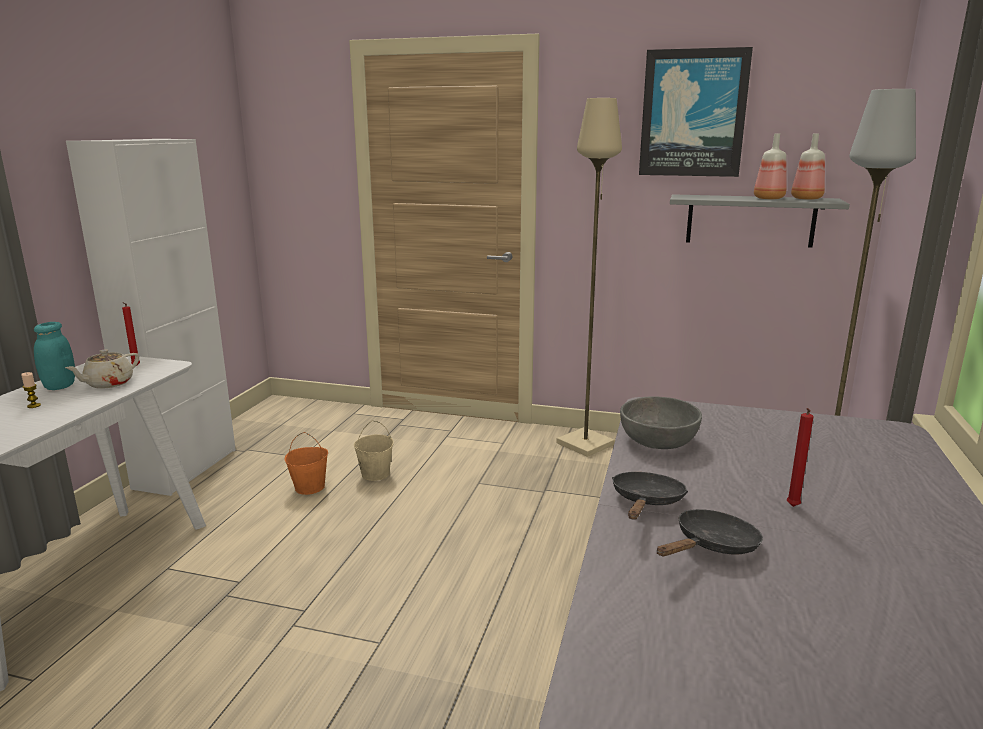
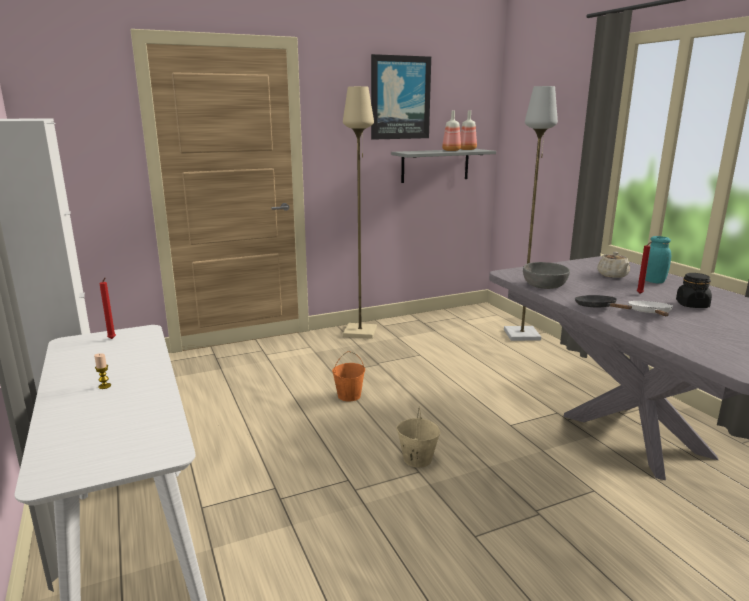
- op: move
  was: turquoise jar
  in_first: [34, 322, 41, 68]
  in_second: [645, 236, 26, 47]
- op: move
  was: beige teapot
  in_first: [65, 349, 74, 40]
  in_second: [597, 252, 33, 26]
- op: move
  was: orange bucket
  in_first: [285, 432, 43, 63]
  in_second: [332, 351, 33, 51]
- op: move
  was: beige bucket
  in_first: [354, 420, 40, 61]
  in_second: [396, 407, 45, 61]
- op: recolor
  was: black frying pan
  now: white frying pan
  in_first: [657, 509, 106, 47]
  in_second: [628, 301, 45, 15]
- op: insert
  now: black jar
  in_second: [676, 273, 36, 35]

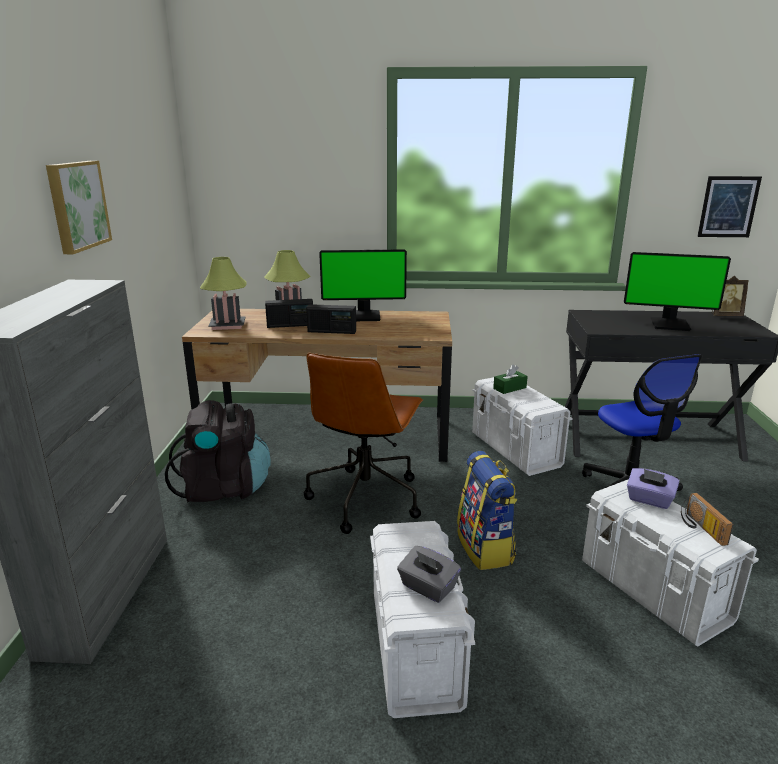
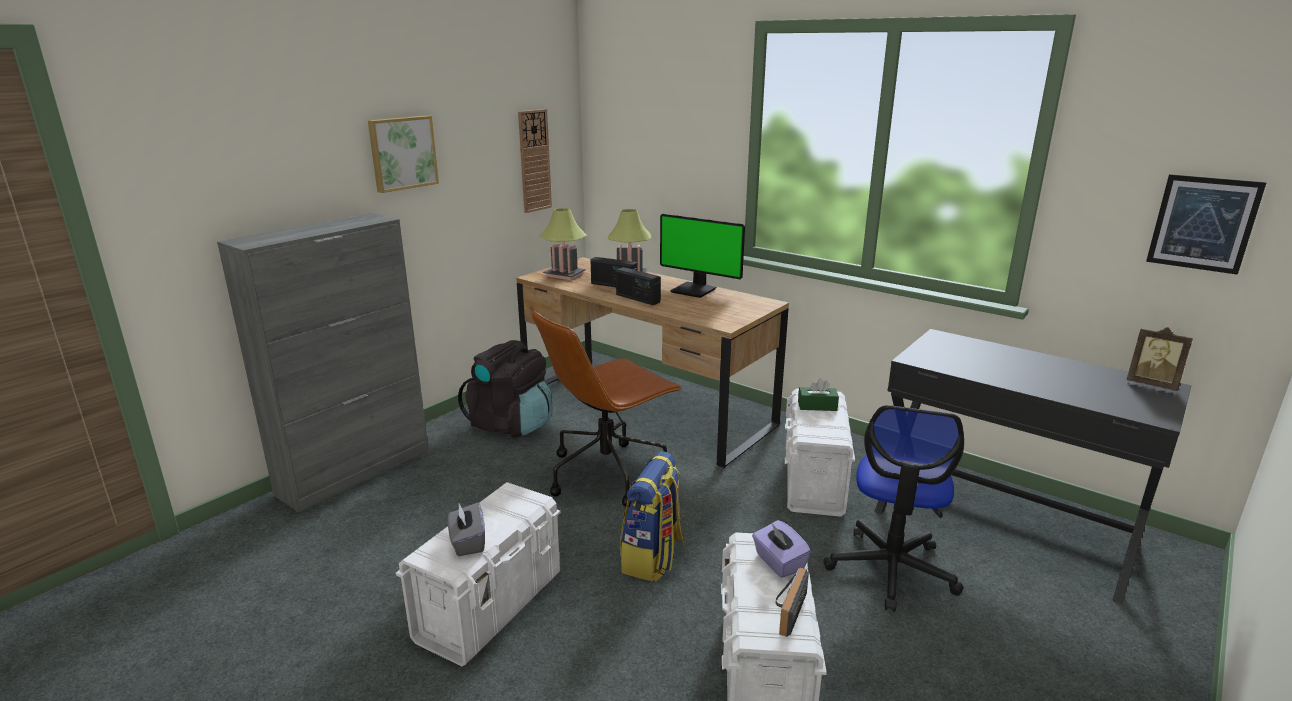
- op: delete
  was: monitor
  in_first: [624, 252, 107, 79]
- op: insert
  now: wall clock
  in_second: [518, 109, 34, 104]

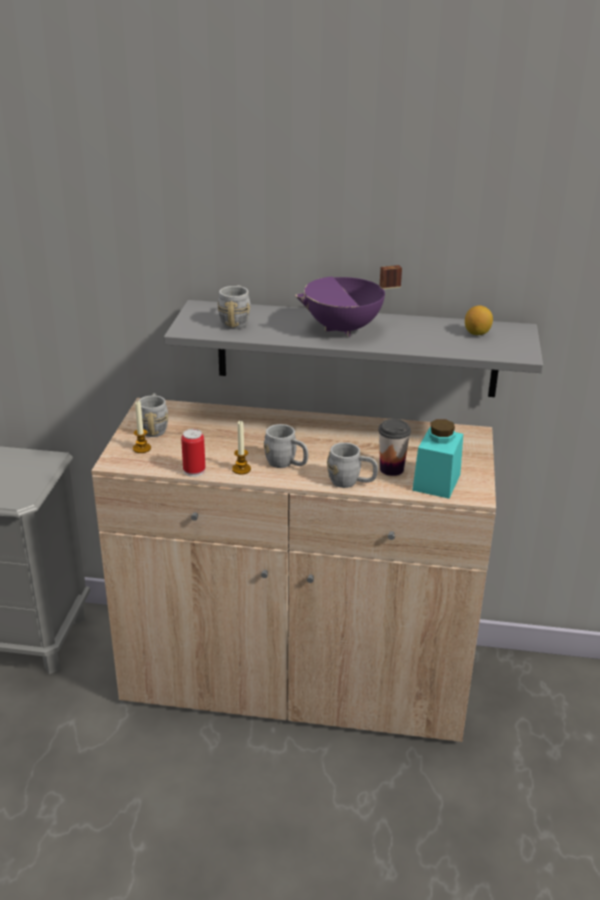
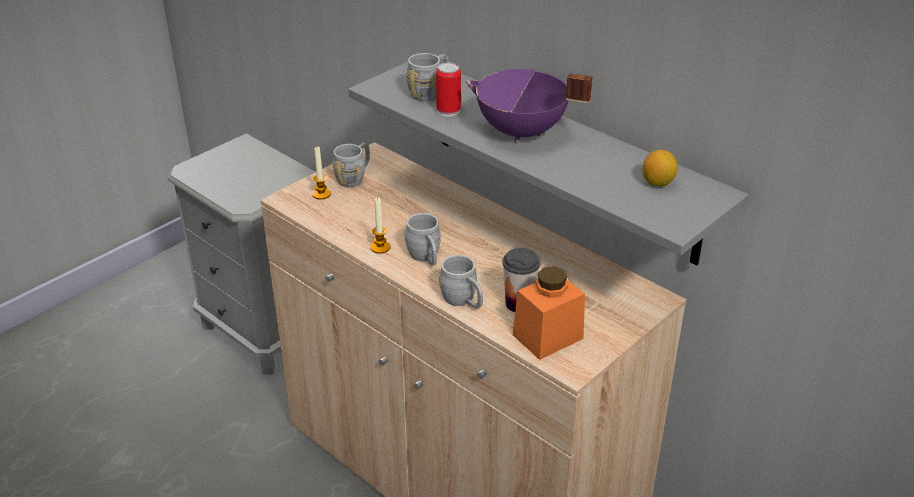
- op: move
  was: can
  in_first: [181, 429, 24, 48]
  in_second: [436, 63, 25, 54]
- op: recolor
  was: turquoise jar
  now: orange jar
  in_first: [412, 419, 51, 80]
  in_second: [513, 266, 72, 94]

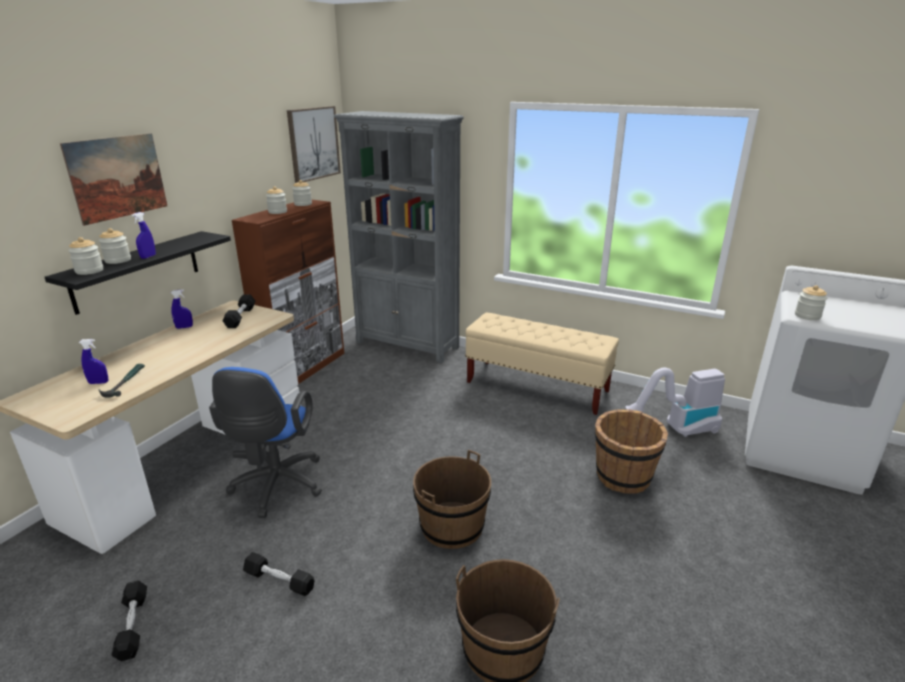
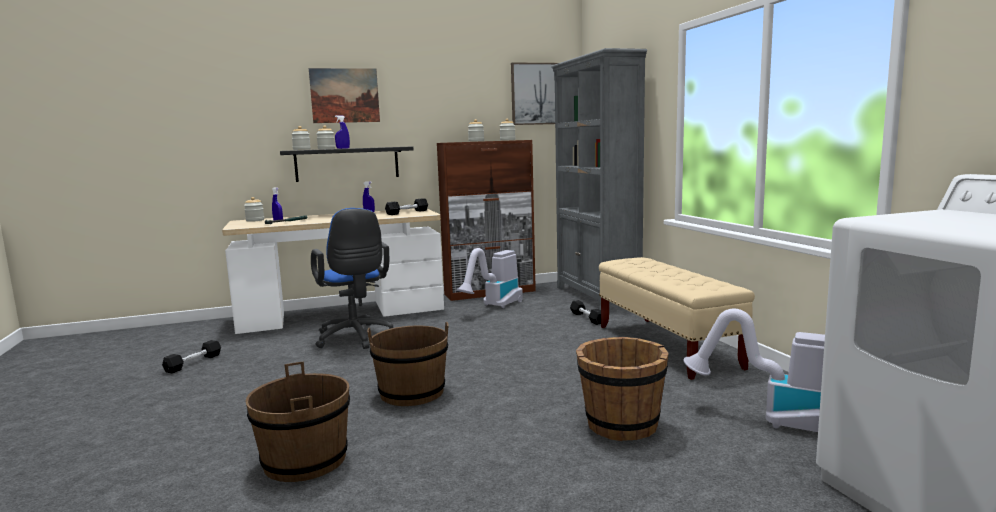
- op: rotate
  was: blue office chair
  in_first: [209, 367, 113, 151]
  in_second: [311, 208, 84, 141]
  clockwise: -75
- op: move
  was: black dumbbell
  in_first: [243, 552, 72, 44]
  in_second: [570, 300, 31, 25]
- op: move
  was: jar
  in_first: [795, 285, 32, 35]
  in_second: [244, 197, 20, 25]
- op: insert
  now: vacuum cleaner
  in_second: [456, 248, 67, 60]

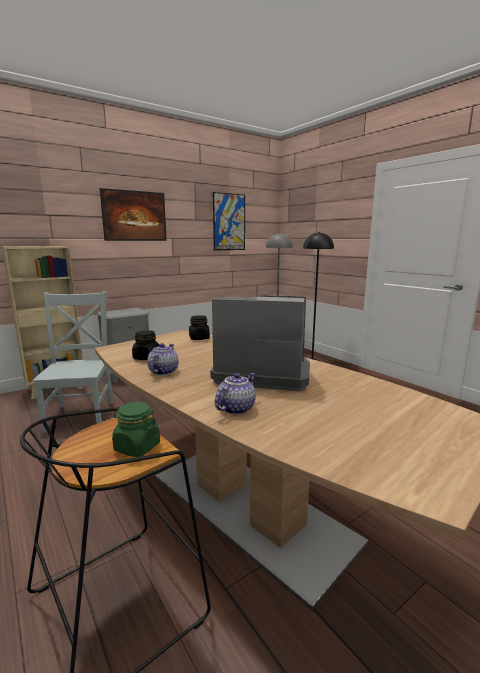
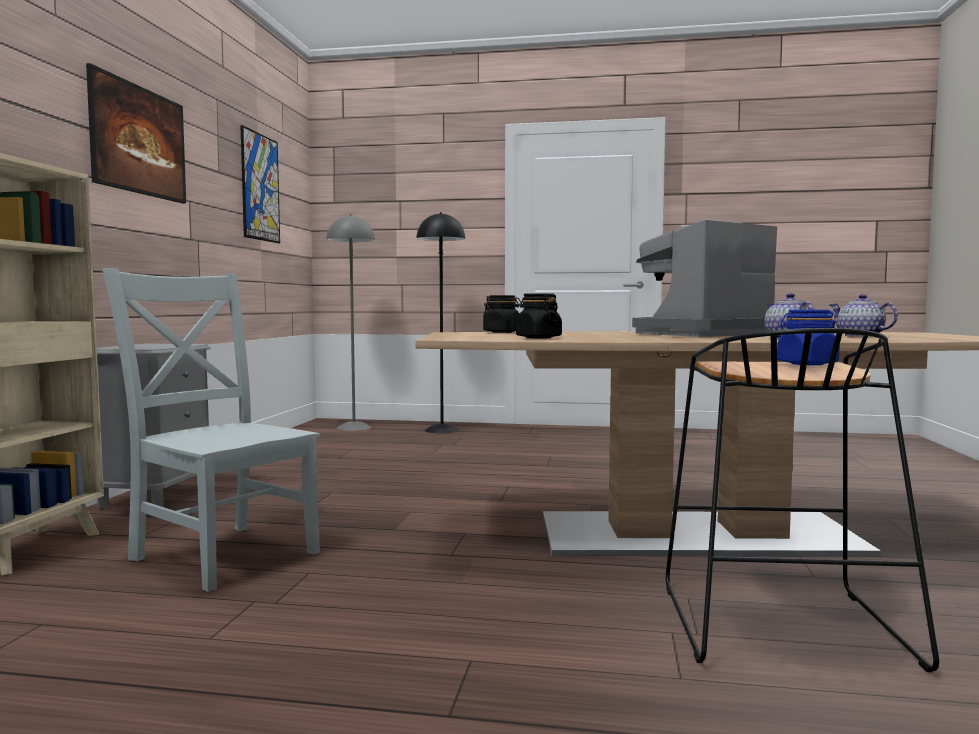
- op: recolor
  was: green jar
  now: blue jar
  in_first: [112, 402, 48, 55]
  in_second: [777, 309, 63, 56]
- op: move
  was: teapot
  in_first: [147, 343, 31, 32]
  in_second: [830, 294, 68, 43]

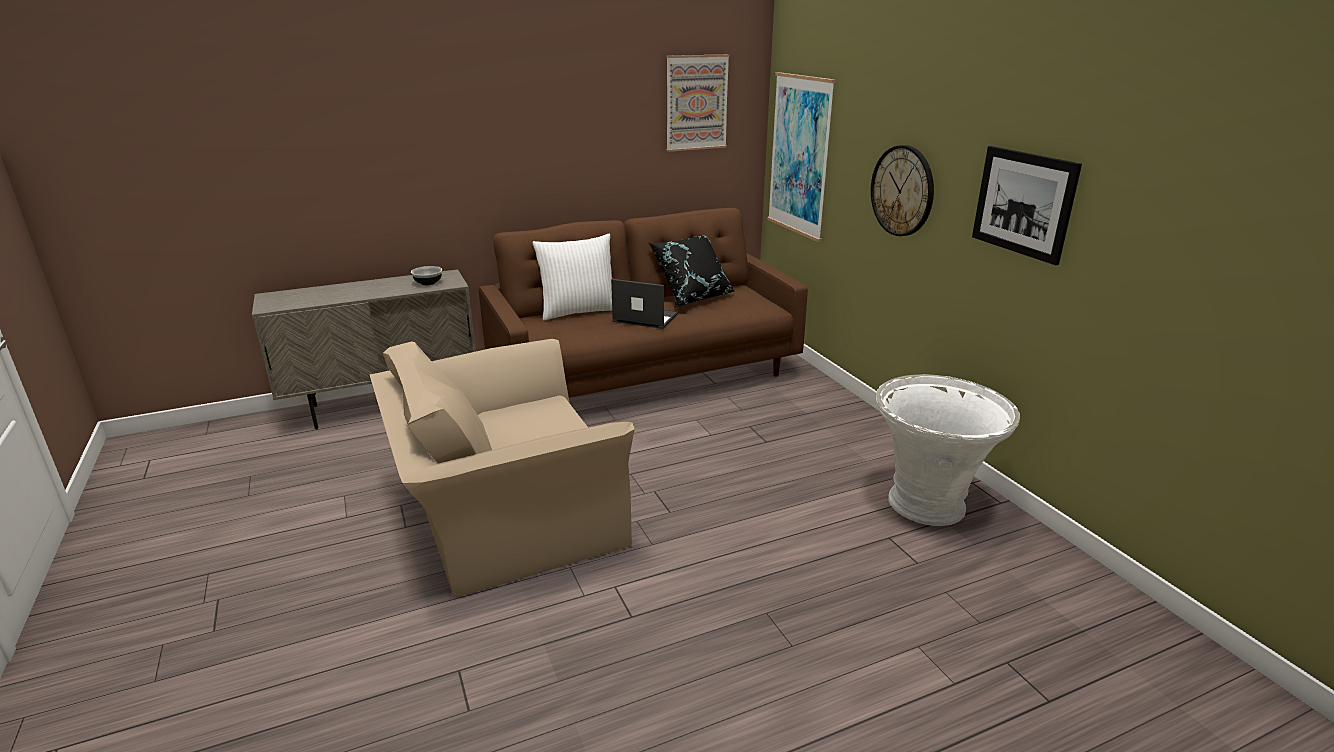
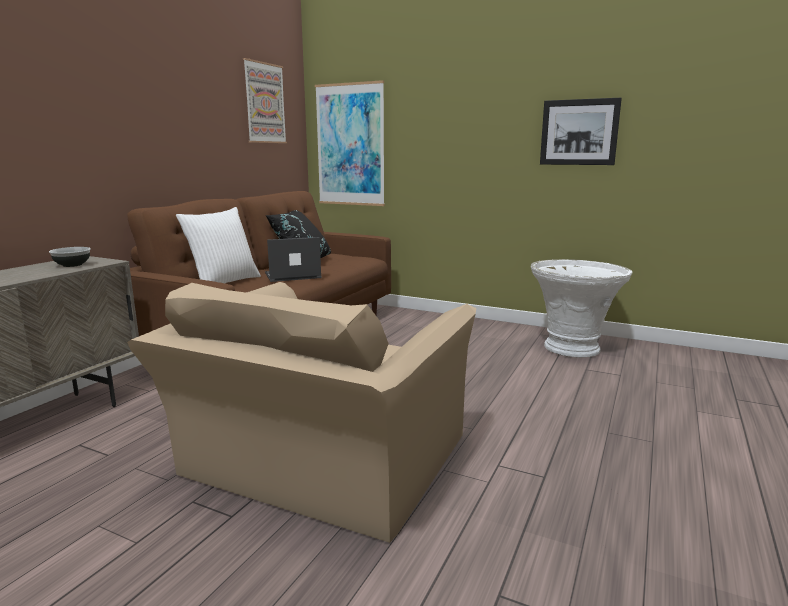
- op: delete
  was: wall clock
  in_first: [871, 145, 63, 91]

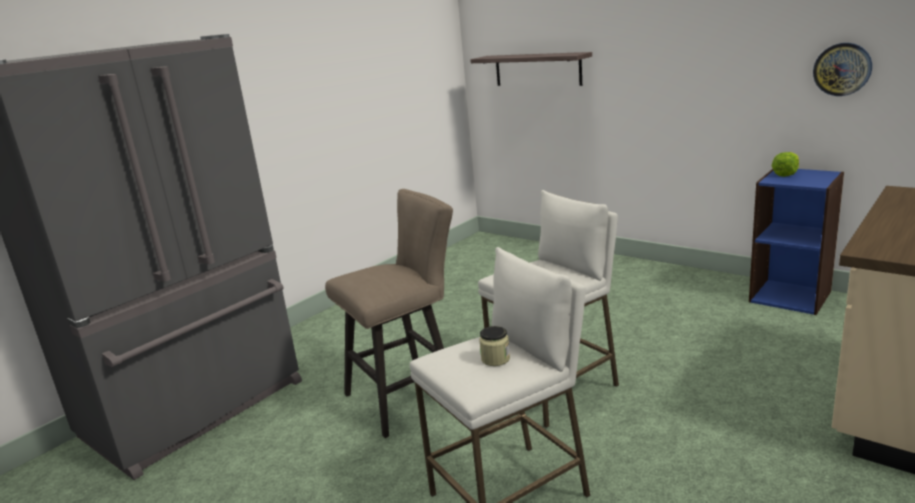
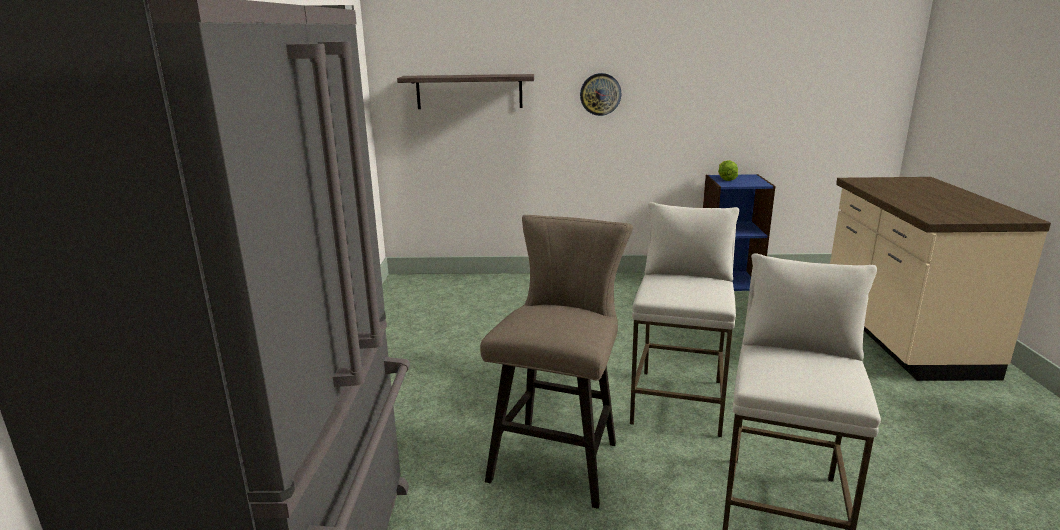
- op: delete
  was: jar
  in_first: [479, 326, 31, 40]
- op: move
  was: wall clock
  in_first: [813, 43, 59, 53]
  in_second: [580, 73, 42, 43]

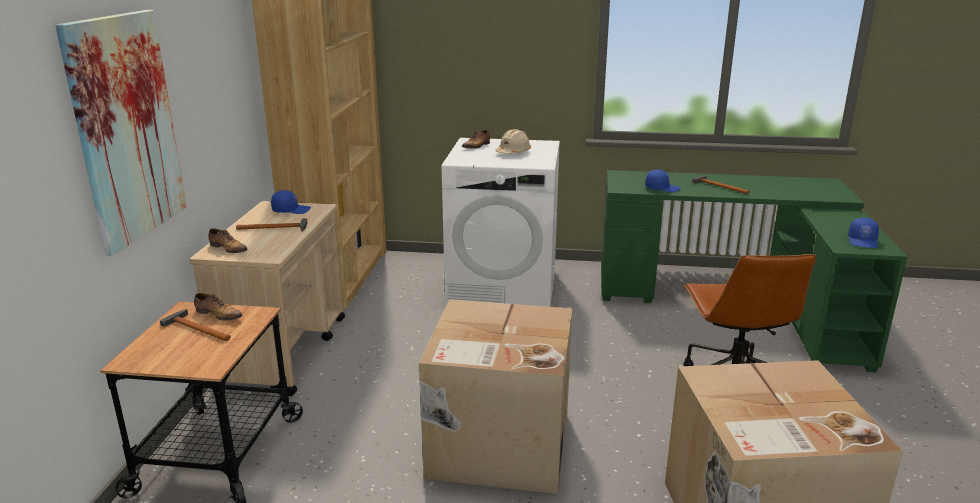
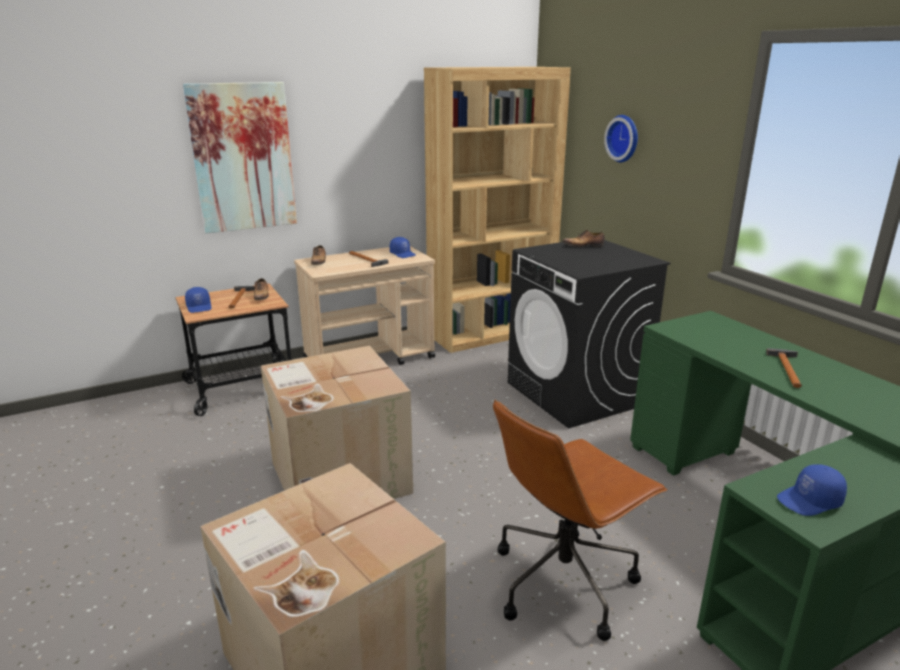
- op: recolor
  was: white washing machine
  now: black washing machine
  in_first: [442, 138, 118, 169]
  in_second: [507, 240, 163, 188]
- op: delete
  was: beige hard hat
  in_first: [496, 129, 35, 25]
- op: move
  was: blue cap
  in_first: [645, 170, 35, 22]
  in_second: [185, 287, 26, 26]
- op: insert
  now: wall clock
  in_second: [604, 115, 34, 47]

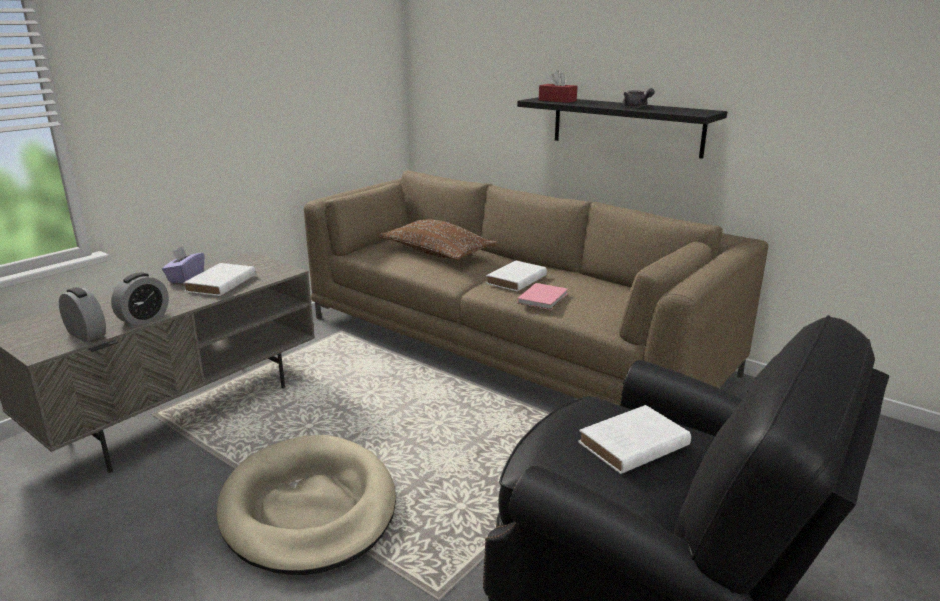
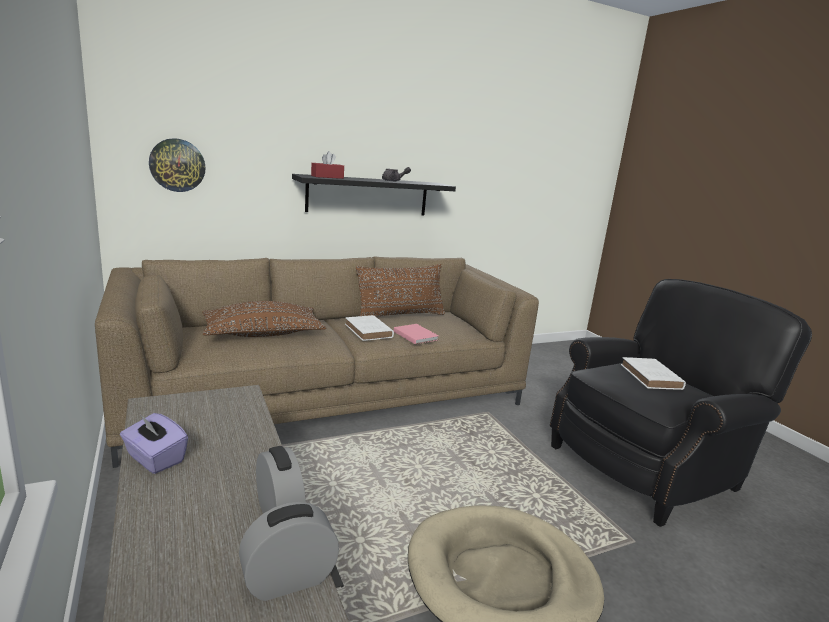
- op: delete
  was: white book
  in_first: [183, 263, 73, 33]
- op: insert
  now: wall clock
  in_second: [149, 138, 57, 54]
- op: insert
  now: brown pillow
  in_second: [356, 264, 89, 53]

